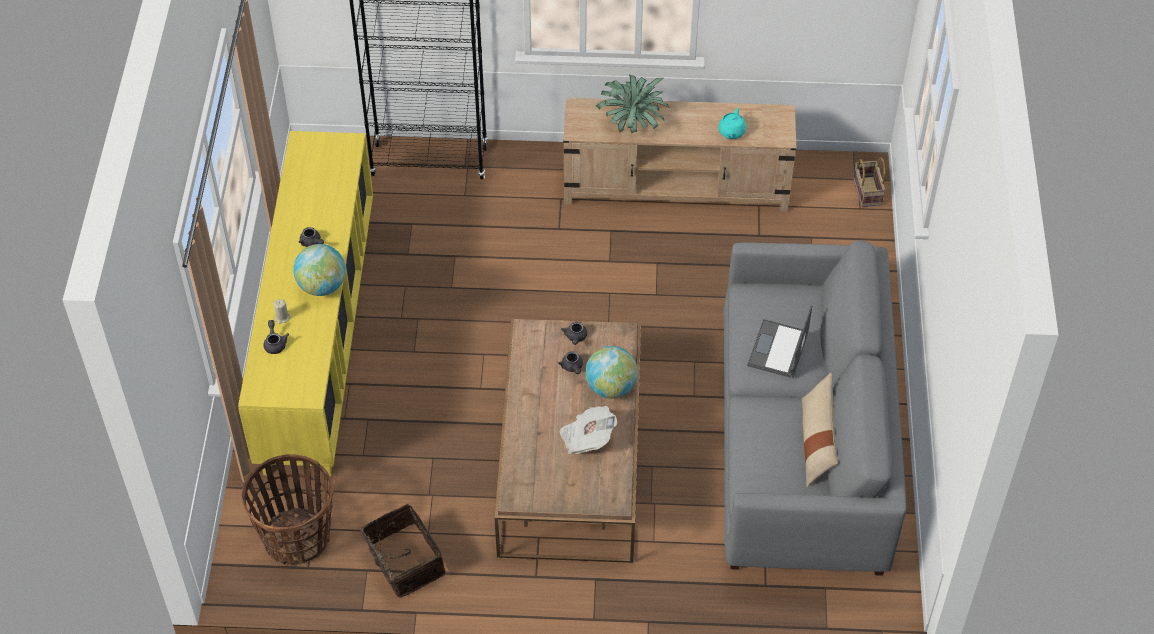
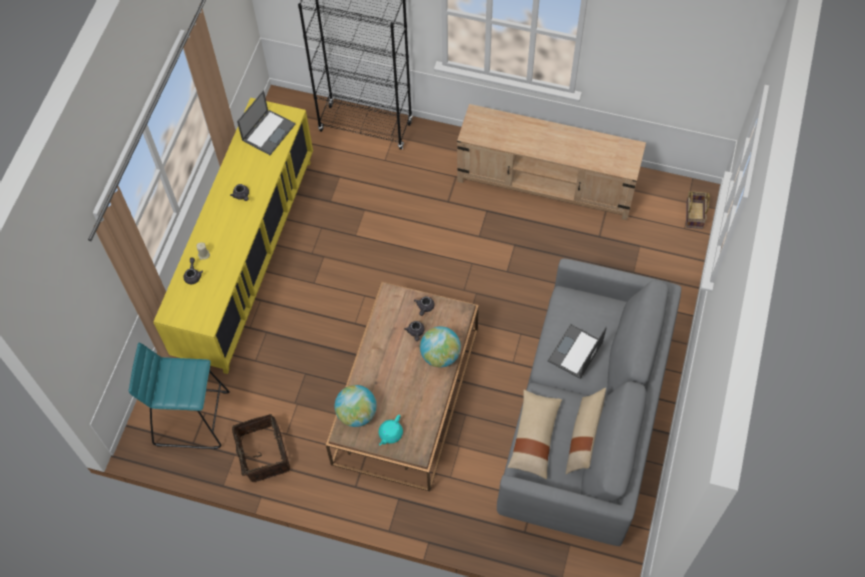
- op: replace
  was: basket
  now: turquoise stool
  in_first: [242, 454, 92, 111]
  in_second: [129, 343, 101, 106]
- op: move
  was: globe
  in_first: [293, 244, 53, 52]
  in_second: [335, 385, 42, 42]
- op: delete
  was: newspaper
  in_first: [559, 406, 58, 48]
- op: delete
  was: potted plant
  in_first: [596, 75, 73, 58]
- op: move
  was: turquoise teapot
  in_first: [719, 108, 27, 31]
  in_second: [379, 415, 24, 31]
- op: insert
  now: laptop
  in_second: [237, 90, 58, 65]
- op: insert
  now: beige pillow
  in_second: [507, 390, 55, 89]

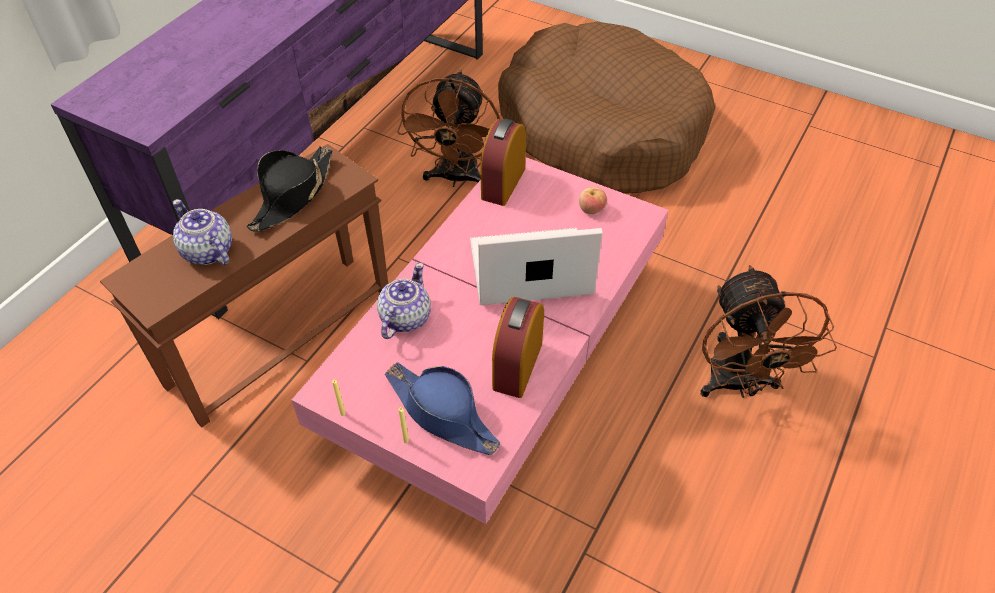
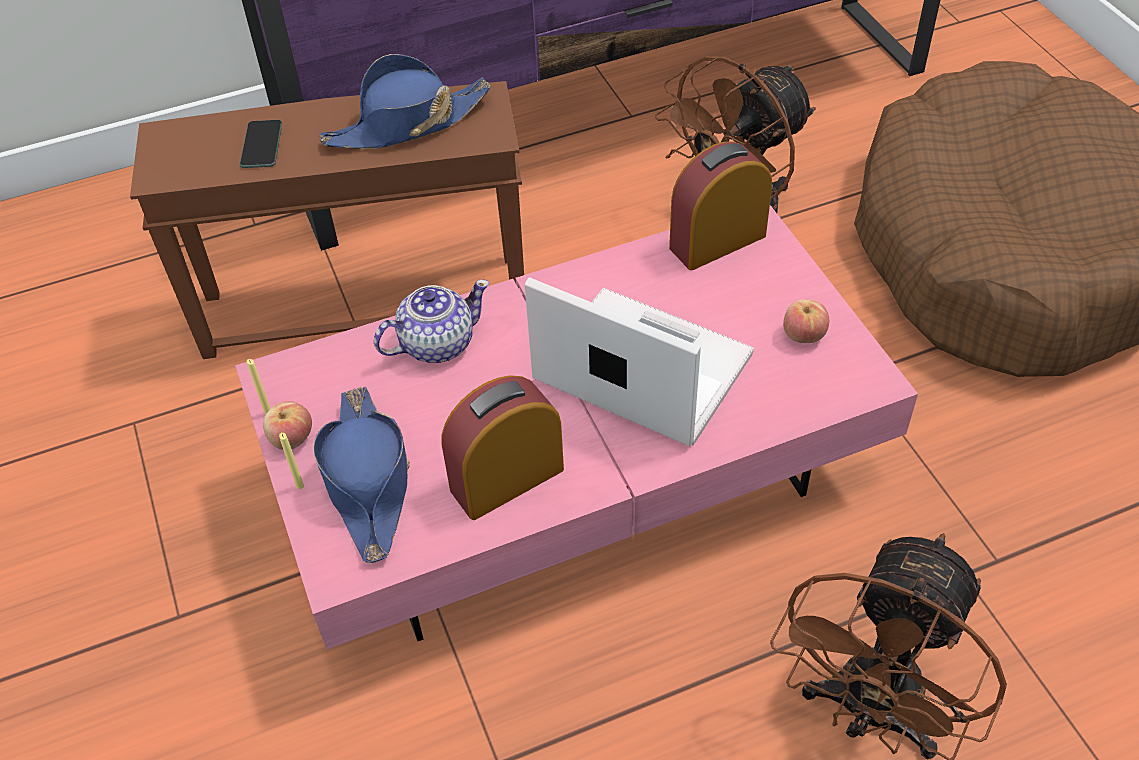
- op: replace
  was: teapot
  now: phone
  in_first: [173, 199, 59, 66]
  in_second: [240, 120, 42, 48]
- op: recolor
  was: black hat
  now: blue hat
  in_first: [247, 147, 85, 85]
  in_second: [319, 54, 172, 95]
- op: insert
  now: apple
  in_second: [263, 401, 49, 49]

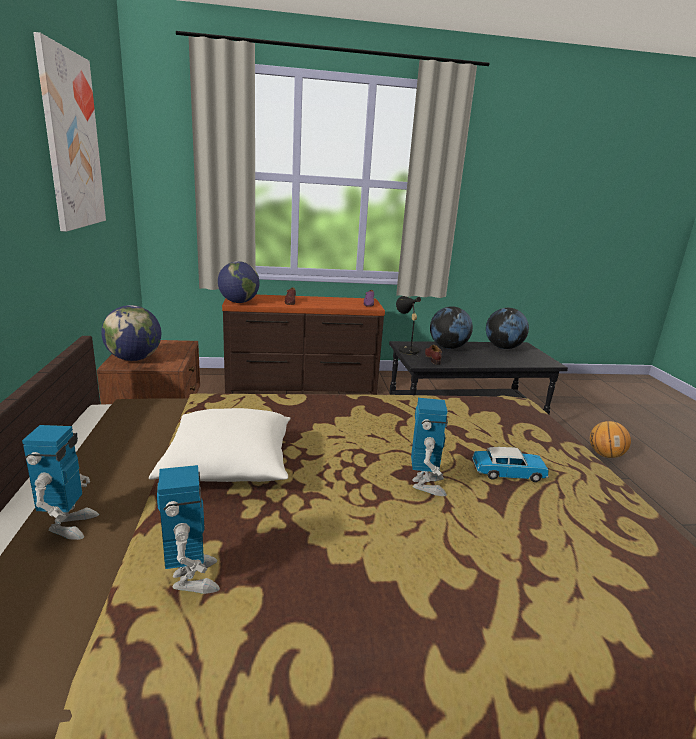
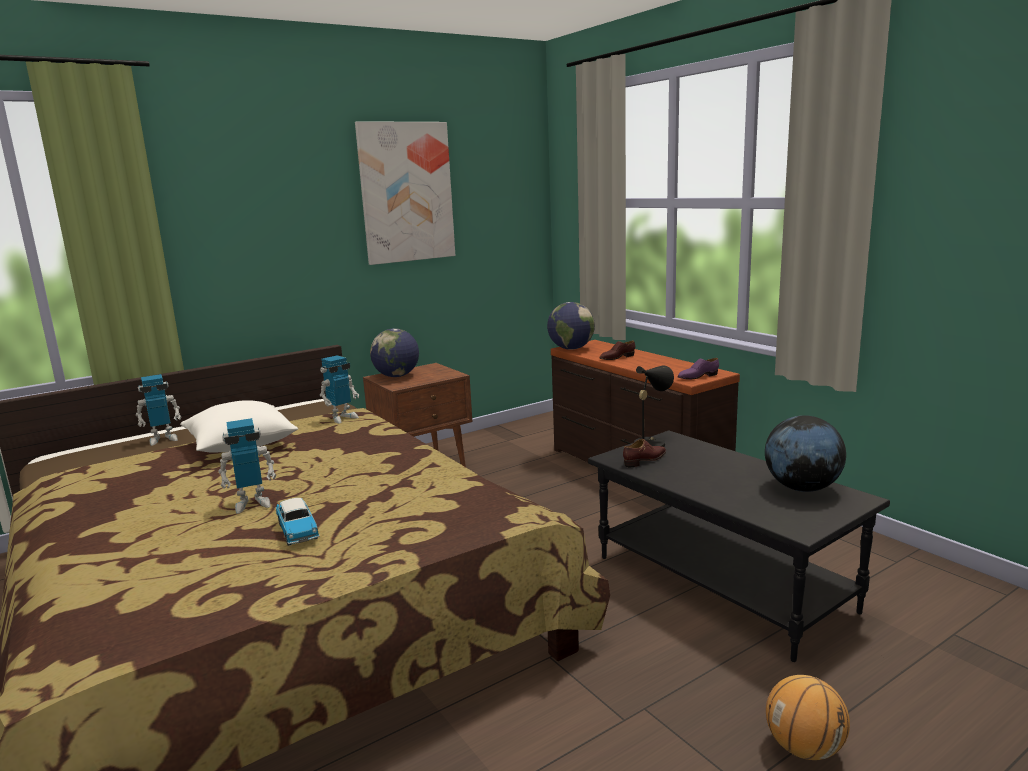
- op: move
  was: toy robot
  in_first: [157, 465, 63, 129]
  in_second: [320, 355, 39, 69]
- op: delete
  was: globe
  in_first: [430, 306, 43, 43]

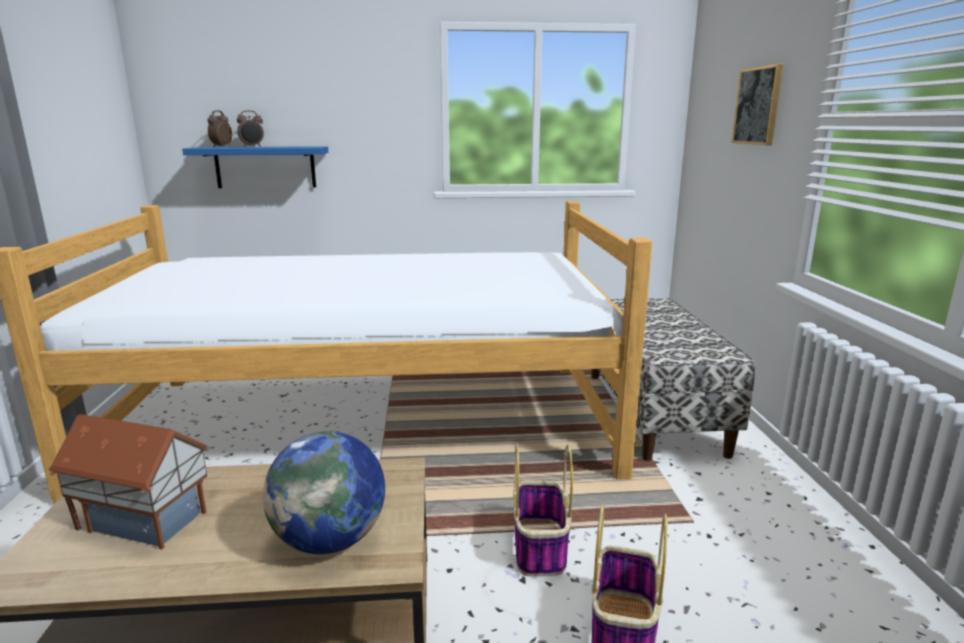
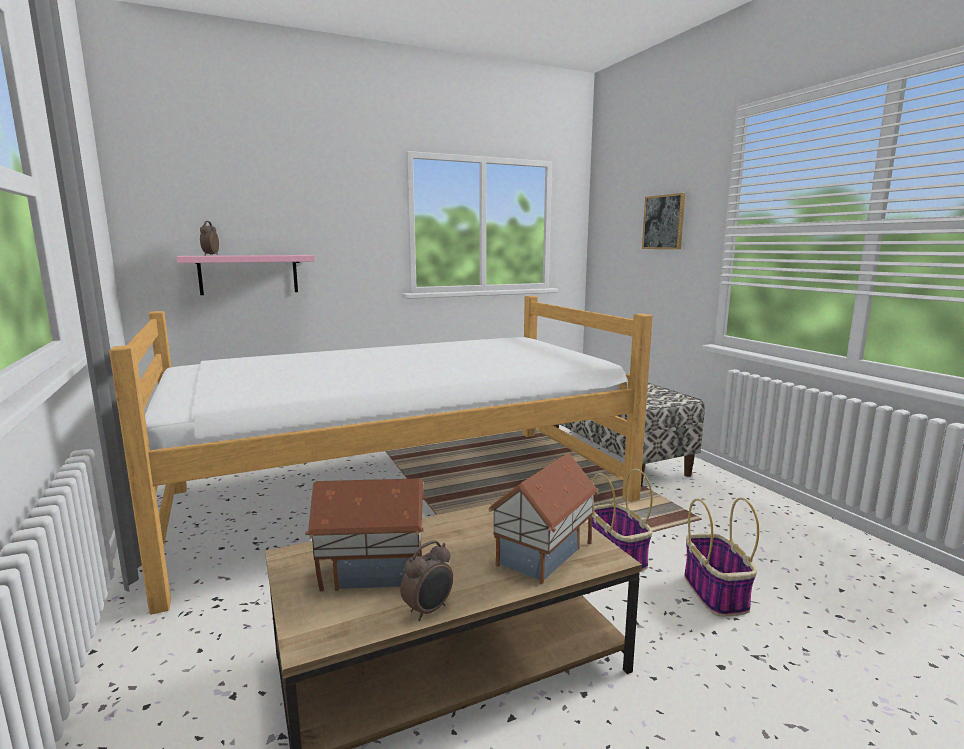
- op: recolor
  was: blue shelf
  now: pink shelf
  in_first: [182, 147, 146, 41]
  in_second: [177, 255, 138, 40]
- op: move
  was: alarm clock
  in_first: [237, 111, 27, 36]
  in_second: [400, 540, 53, 81]
- op: replace
  was: globe
  now: toy house
  in_first: [263, 431, 122, 123]
  in_second: [488, 453, 111, 131]

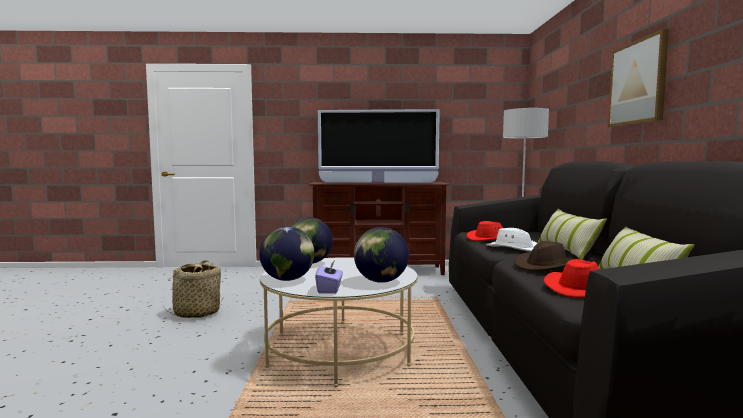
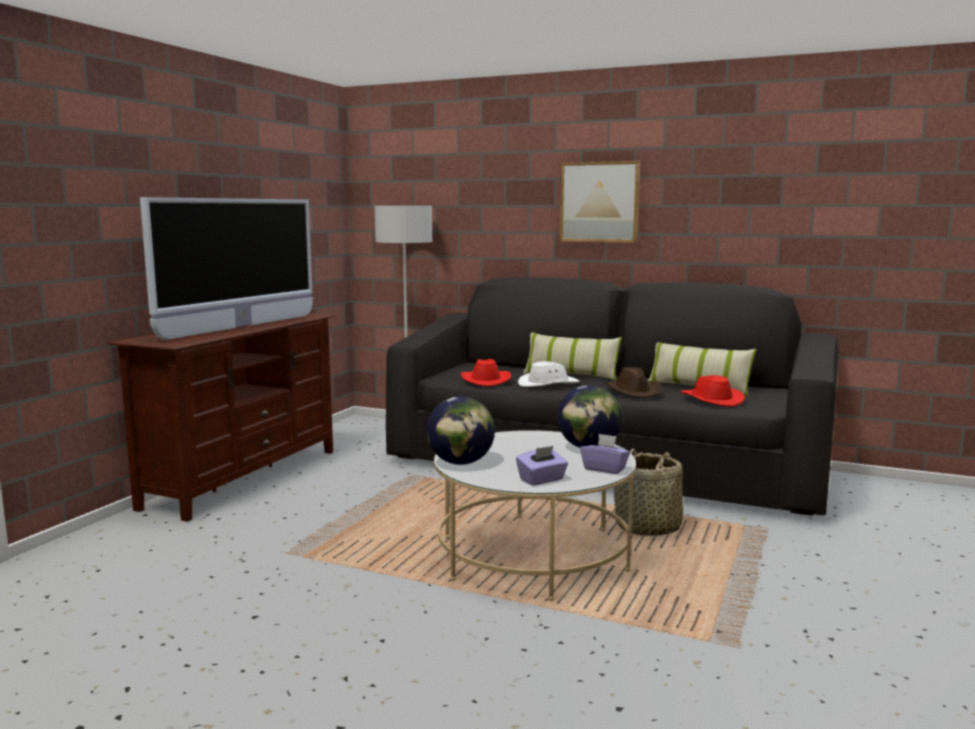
- op: move
  was: basket
  in_first: [161, 260, 62, 58]
  in_second: [614, 449, 69, 87]
- op: replace
  was: globe
  now: purple tissue box
  in_first: [259, 226, 56, 55]
  in_second: [516, 446, 52, 39]

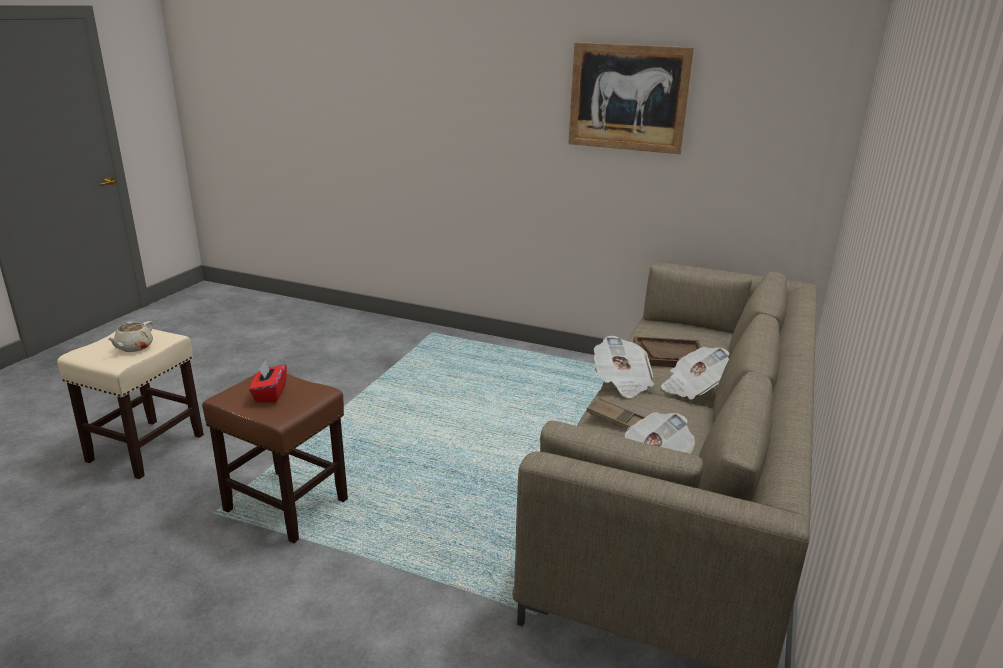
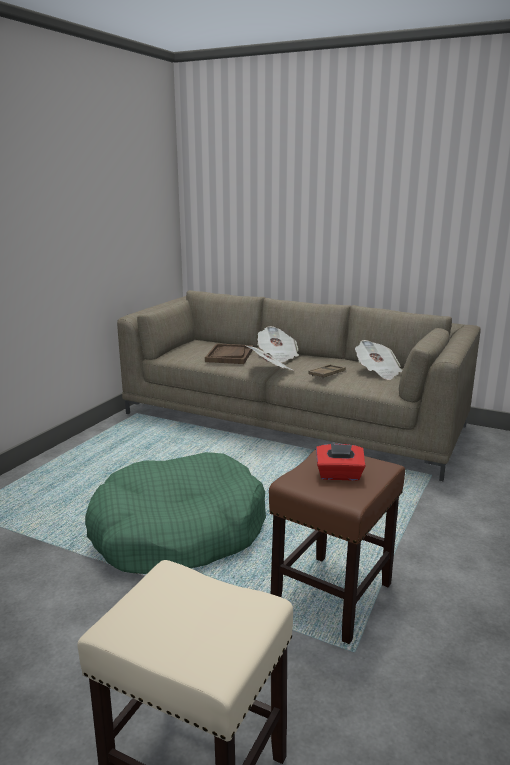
- op: delete
  was: beige teapot
  in_first: [107, 321, 46, 31]
- op: delete
  was: picture
  in_first: [568, 42, 126, 112]
- op: insert
  now: green dog bed
  in_second: [85, 452, 181, 122]

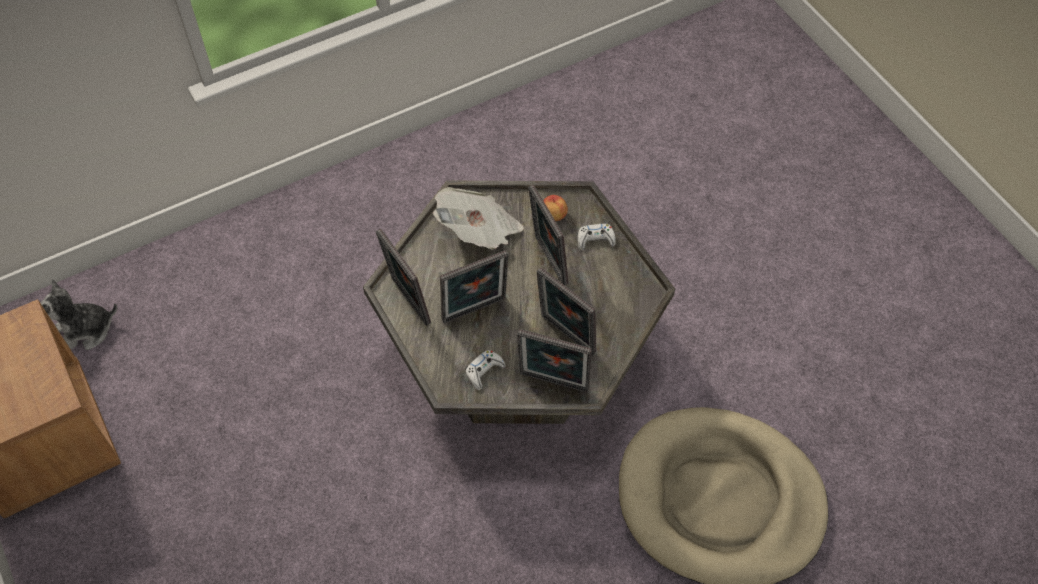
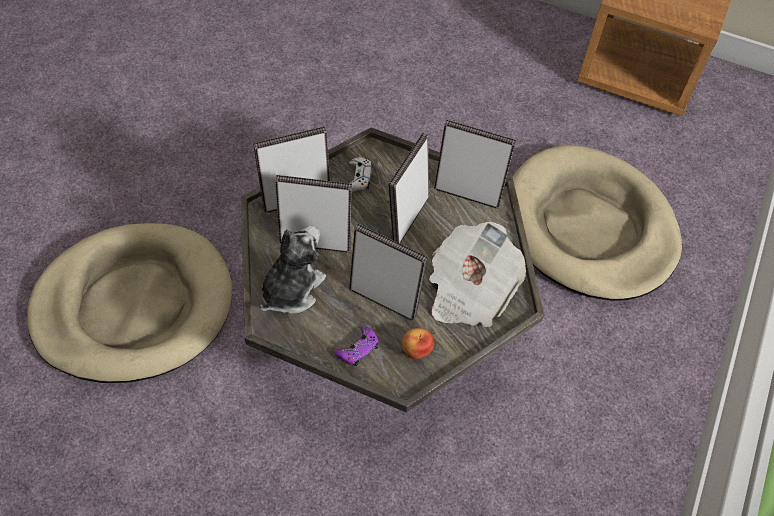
- op: move
  was: plush toy
  in_first: [41, 279, 76, 71]
  in_second: [260, 226, 66, 88]
- op: recolor
  was: white game controller
  now: purple game controller
  in_first: [578, 224, 38, 26]
  in_second: [335, 327, 44, 39]
- op: insert
  now: beige dog bed
  in_second: [512, 145, 170, 156]

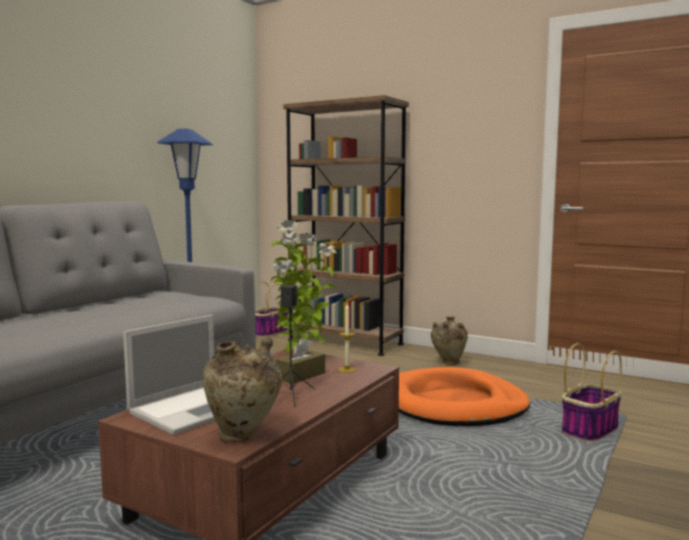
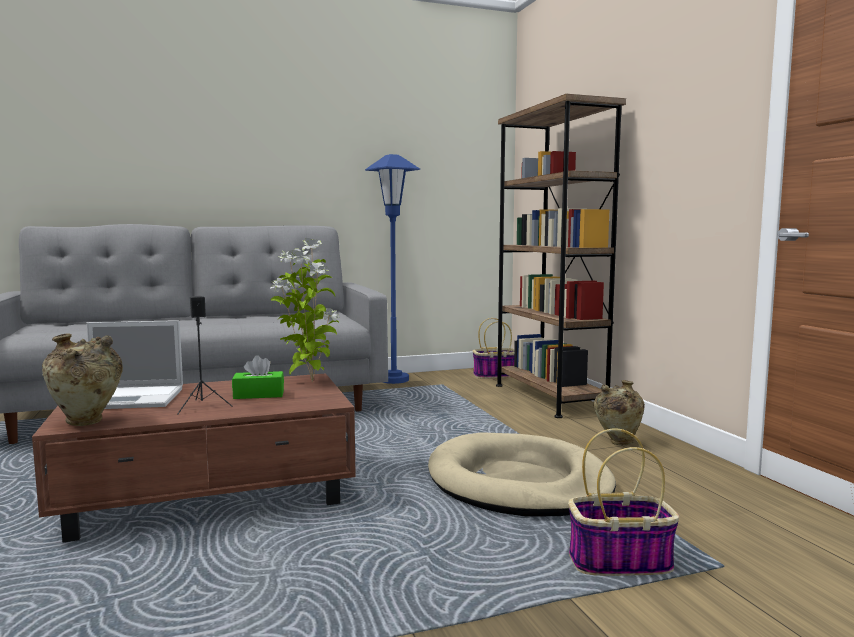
- op: recolor
  was: brown tissue box
  now: green tissue box
  in_first: [276, 337, 49, 47]
  in_second: [232, 355, 52, 44]
- op: delete
  was: candle
  in_first: [338, 304, 18, 69]
- op: recolor
  was: orange dog bed
  now: beige dog bed
  in_first: [399, 367, 131, 59]
  in_second: [428, 432, 188, 85]

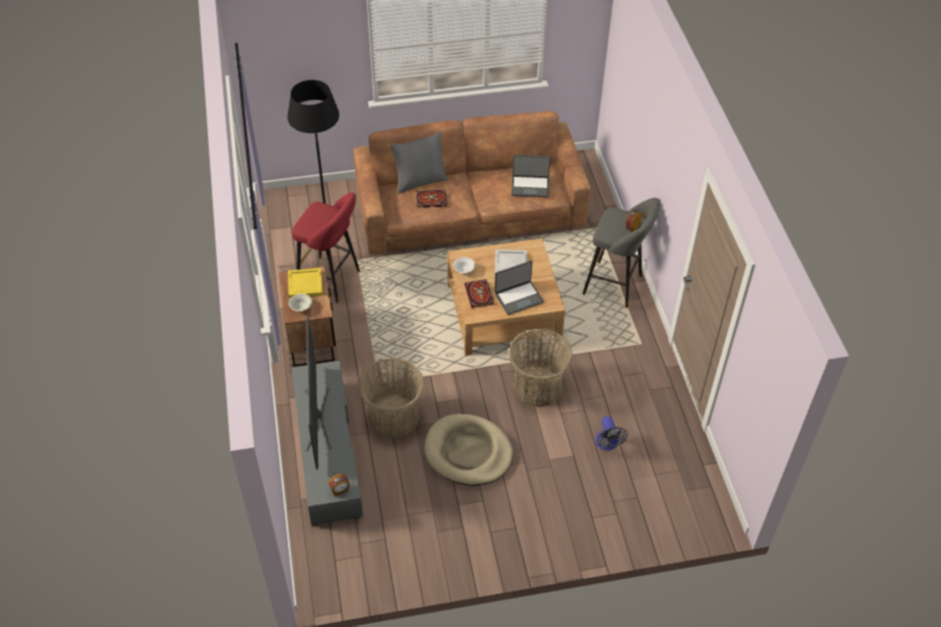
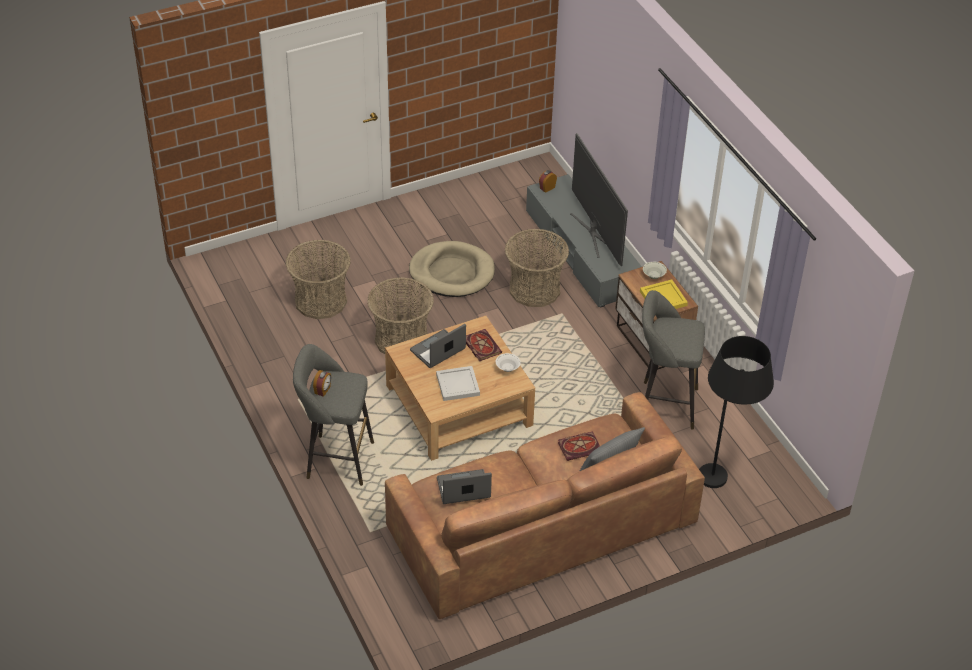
- op: recolor
  was: red stool
  now: grey stool
  in_first: [292, 193, 68, 110]
  in_second: [642, 290, 63, 140]
- op: replace
  was: fan
  now: basket
  in_first: [595, 416, 33, 35]
  in_second: [285, 240, 66, 79]

